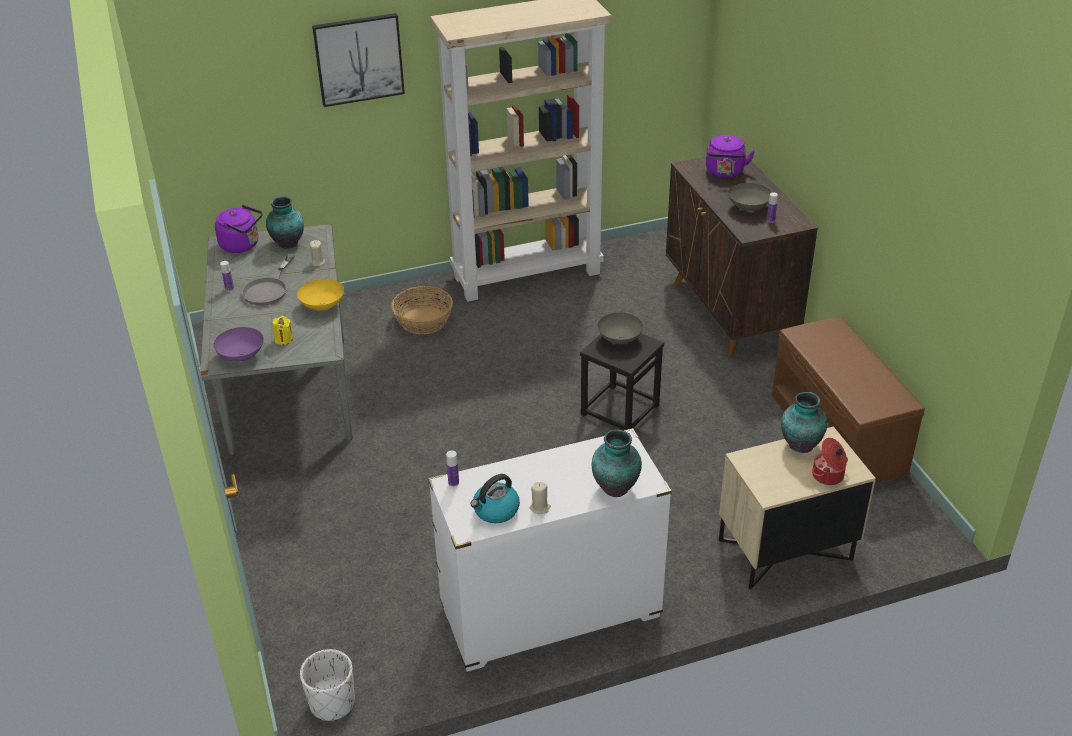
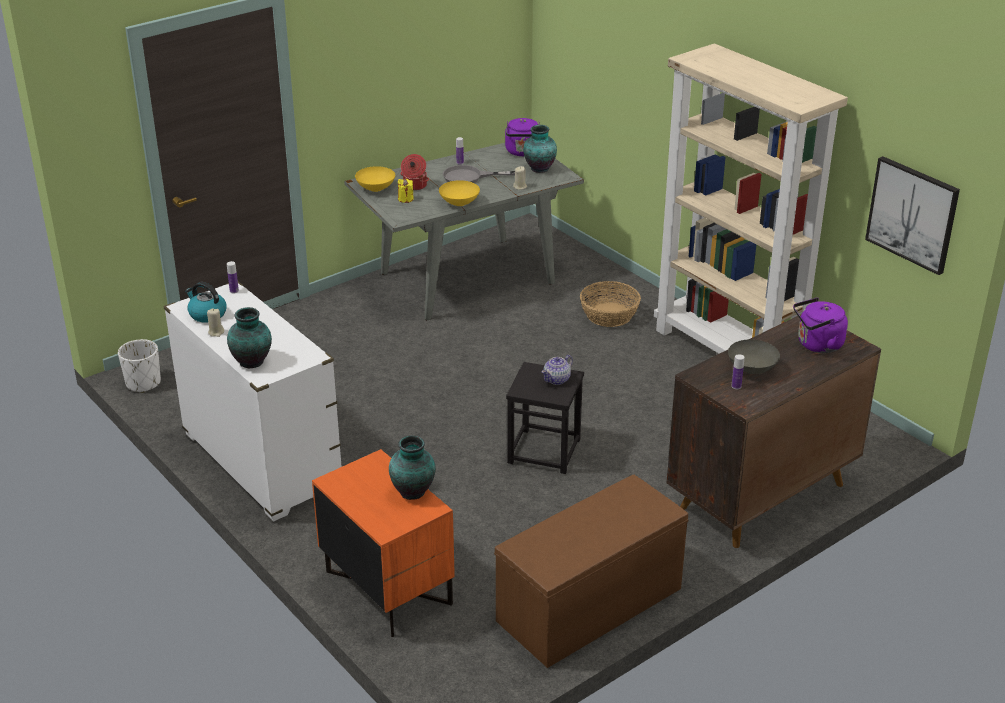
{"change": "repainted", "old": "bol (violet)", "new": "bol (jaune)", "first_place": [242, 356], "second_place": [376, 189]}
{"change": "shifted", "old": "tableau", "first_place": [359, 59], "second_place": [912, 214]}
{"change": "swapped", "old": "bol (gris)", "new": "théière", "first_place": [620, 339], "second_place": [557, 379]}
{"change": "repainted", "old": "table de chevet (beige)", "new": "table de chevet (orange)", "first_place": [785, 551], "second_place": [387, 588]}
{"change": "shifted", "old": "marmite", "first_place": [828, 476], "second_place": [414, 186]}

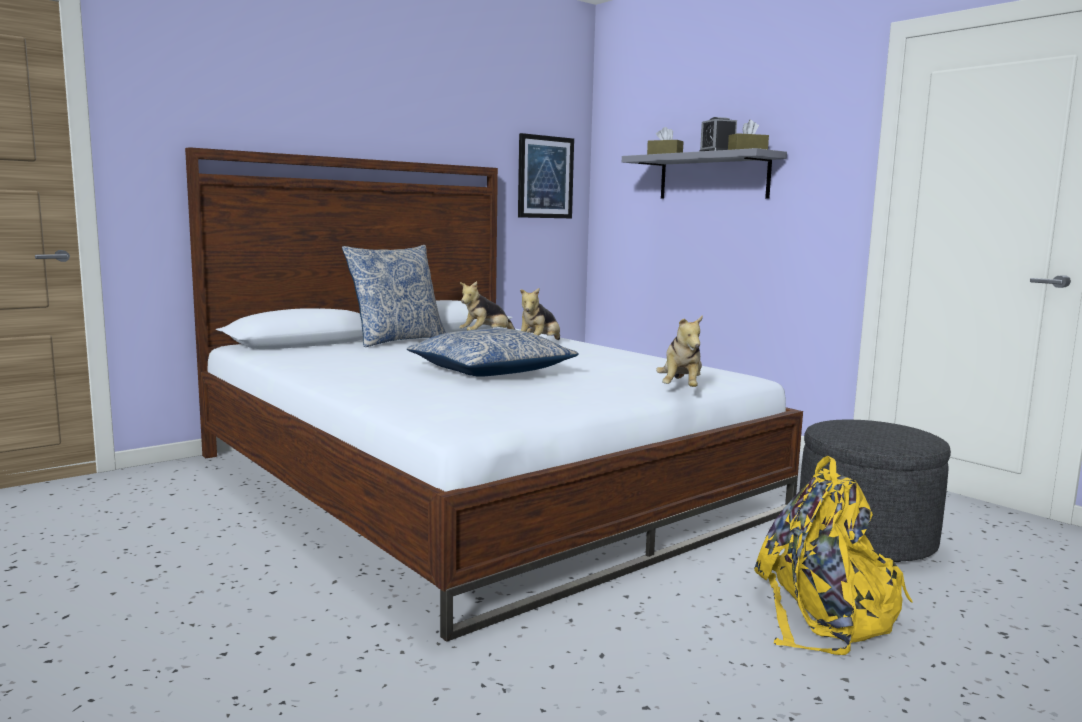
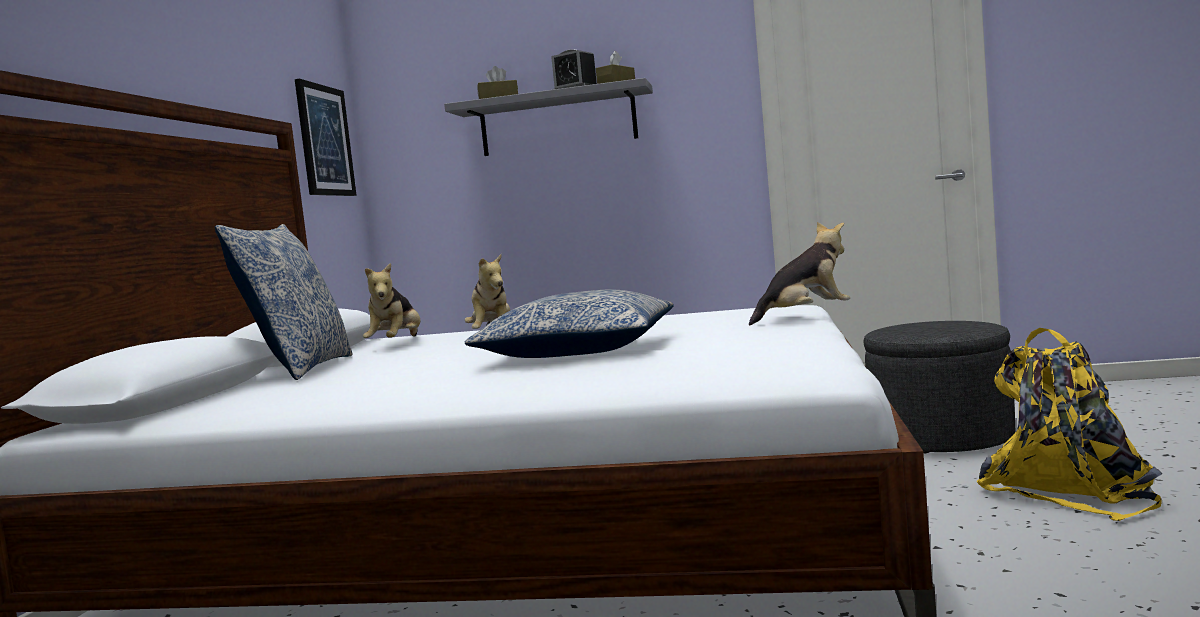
{"change": "rotated", "old": "peluche", "first_place": [681, 389], "second_place": [805, 317], "degrees": -75}

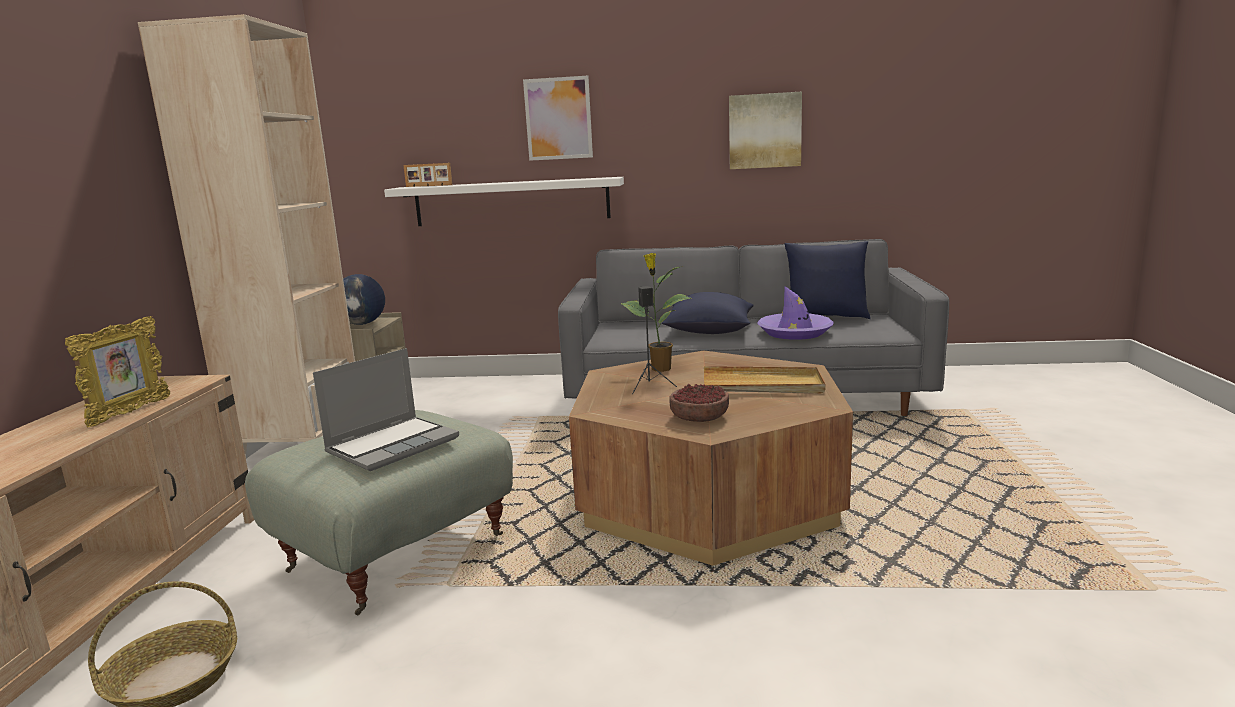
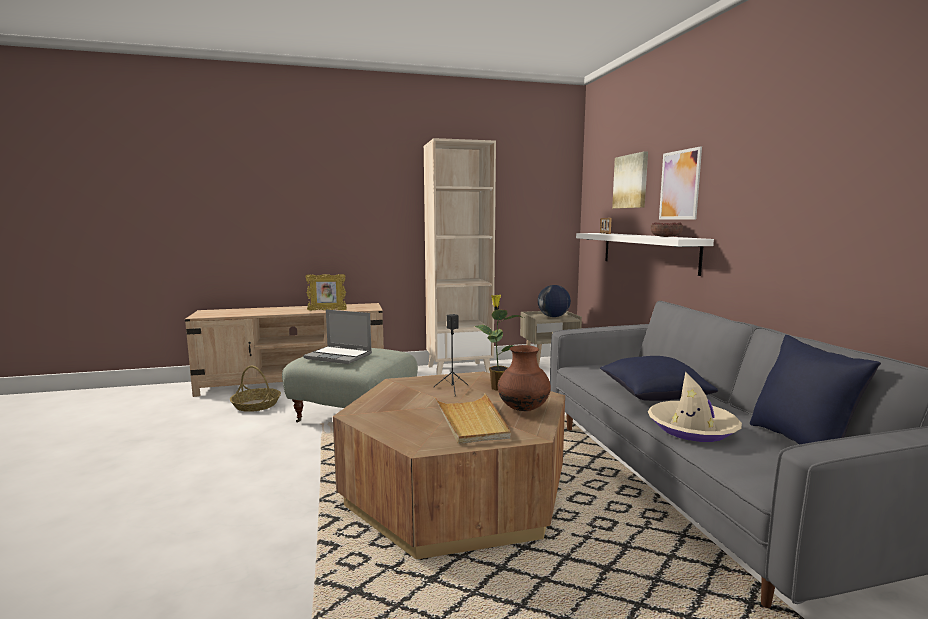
{"change": "shifted", "old": "bol", "first_place": [700, 417], "second_place": [666, 237]}
{"change": "shifted", "old": "tableau", "first_place": [764, 131], "second_place": [631, 181]}
{"change": "repainted", "old": "chapeau (violet)", "new": "chapeau (beige)", "first_place": [794, 332], "second_place": [692, 428]}
{"change": "new", "new": "vase (marron)", "second_place": [523, 409]}

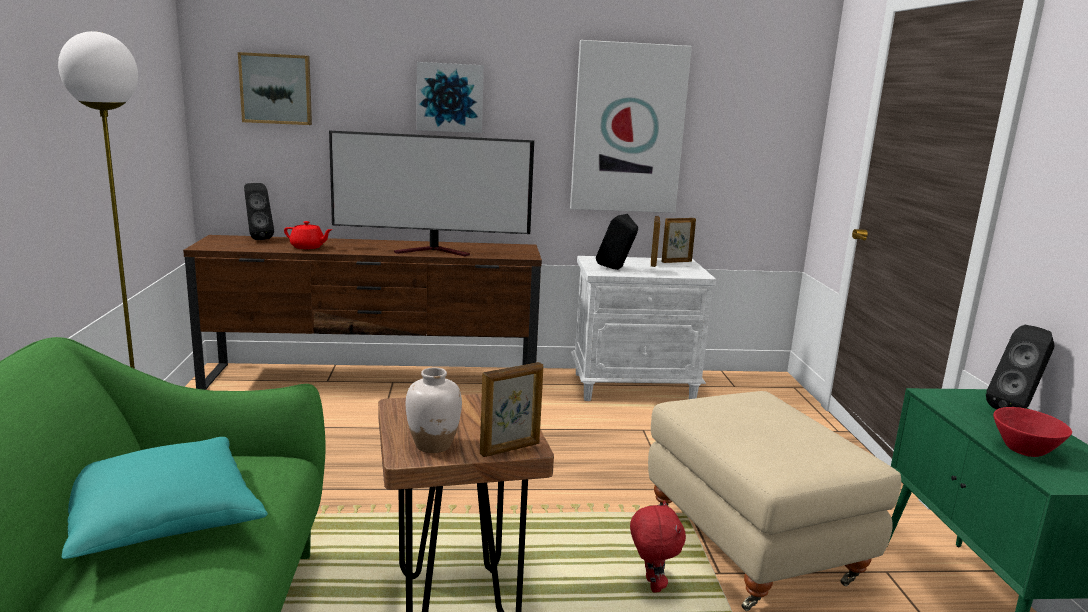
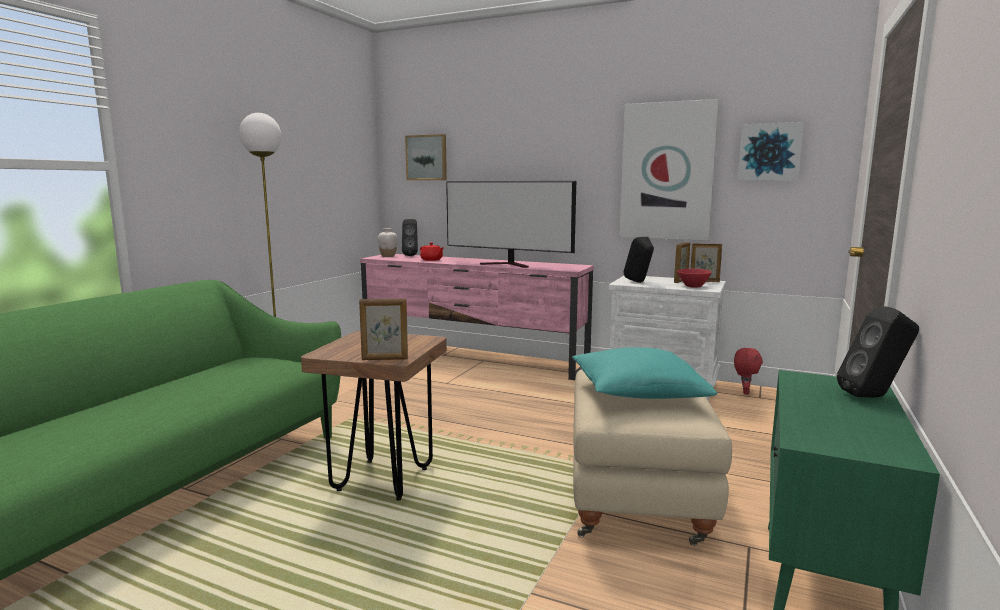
{"change": "shifted", "old": "coussin (turquoise)", "first_place": [160, 519], "second_place": [637, 392]}
{"change": "repainted", "old": "meuble télé (marron)", "new": "meuble télé (rose)", "first_place": [374, 380], "second_place": [473, 358]}
{"change": "shifted", "old": "vase (blanc)", "first_place": [433, 445], "second_place": [388, 256]}
{"change": "shifted", "old": "tableau", "first_place": [450, 97], "second_place": [769, 152]}
{"change": "shifted", "old": "peluche (rouge)", "first_place": [651, 585], "second_place": [744, 392]}
{"change": "shifted", "old": "bol (rouge)", "first_place": [1022, 450], "second_place": [692, 286]}

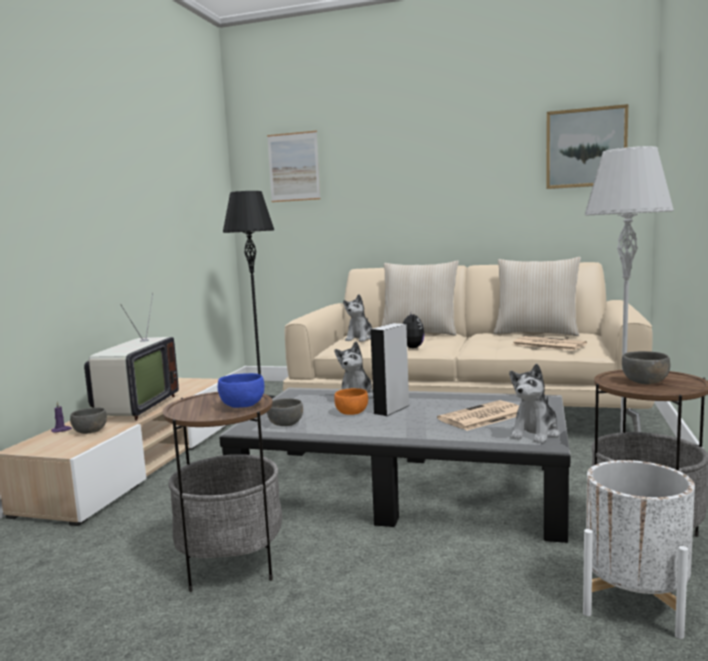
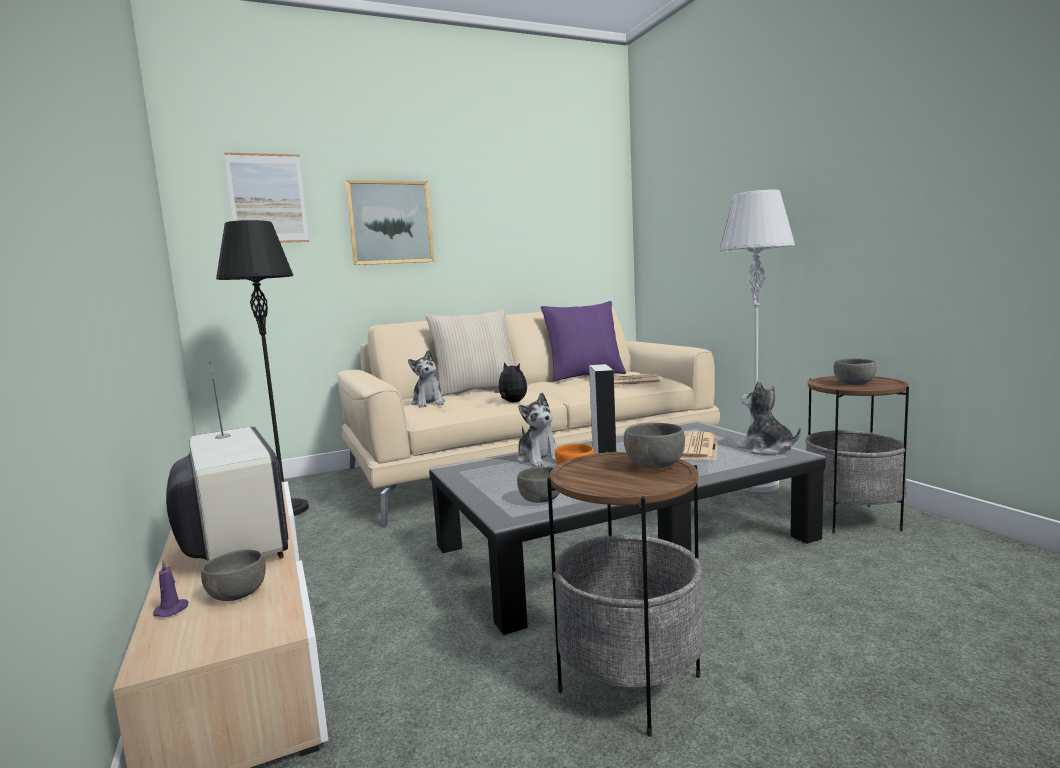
{"change": "repainted", "old": "bol (bleu)", "new": "bol (gris)", "first_place": [242, 405], "second_place": [654, 464]}
{"change": "repainted", "old": "coussin (beige)", "new": "coussin (violet)", "first_place": [536, 333], "second_place": [585, 376]}
{"change": "rotated", "old": "peluche", "first_place": [535, 433], "second_place": [766, 449], "degrees": 150}
{"change": "shifted", "old": "tableau", "first_place": [585, 148], "second_place": [390, 222]}
{"change": "gone", "old": "cache-pot (blanc)", "first_place": [635, 601]}

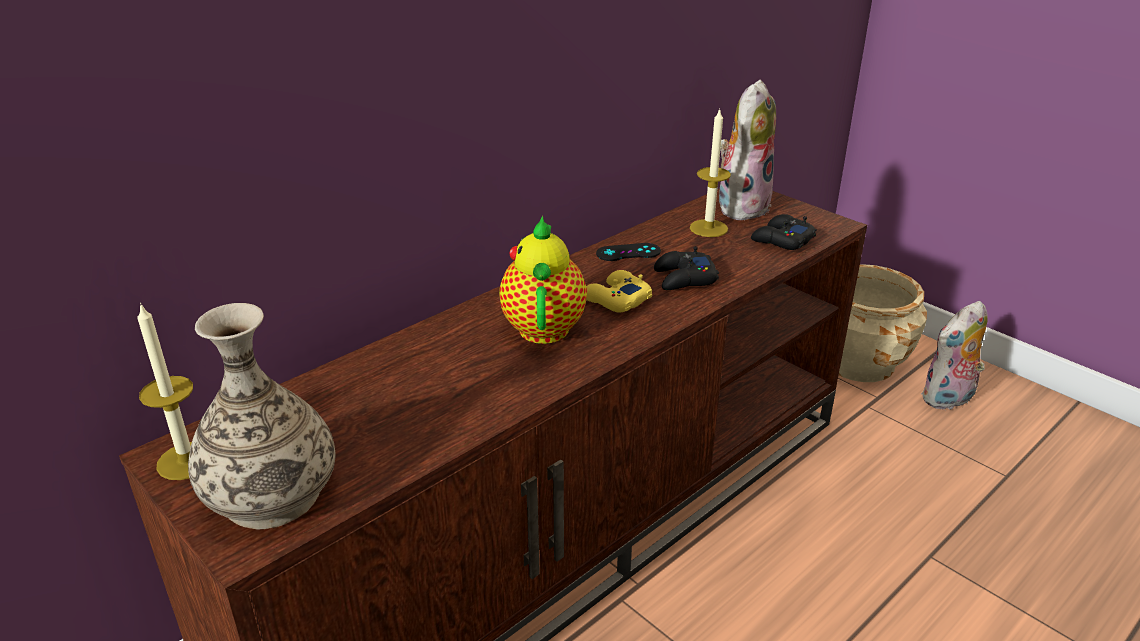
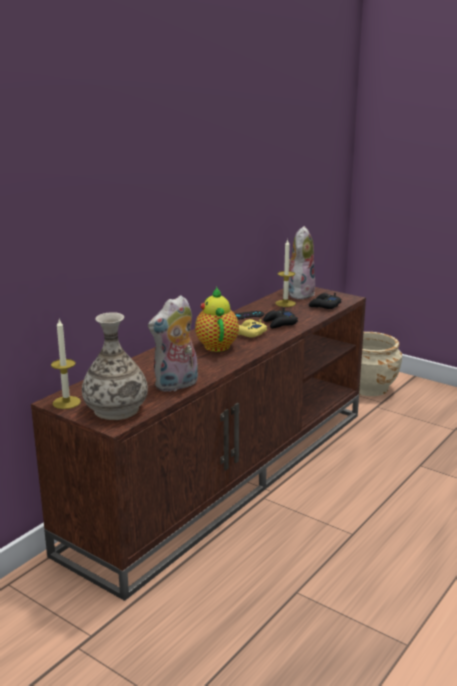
{"change": "shifted", "old": "peluche", "first_place": [948, 400], "second_place": [176, 385]}

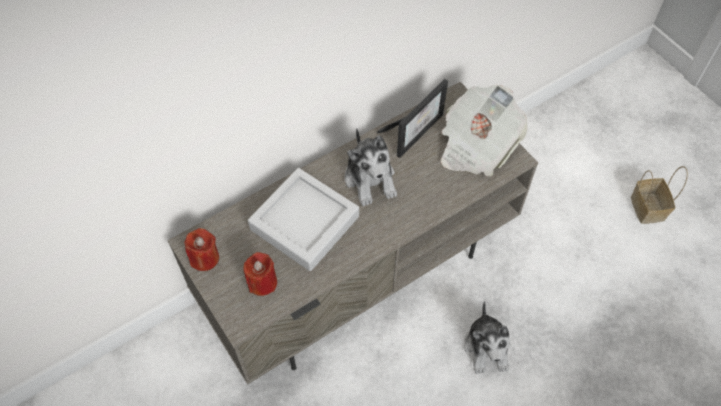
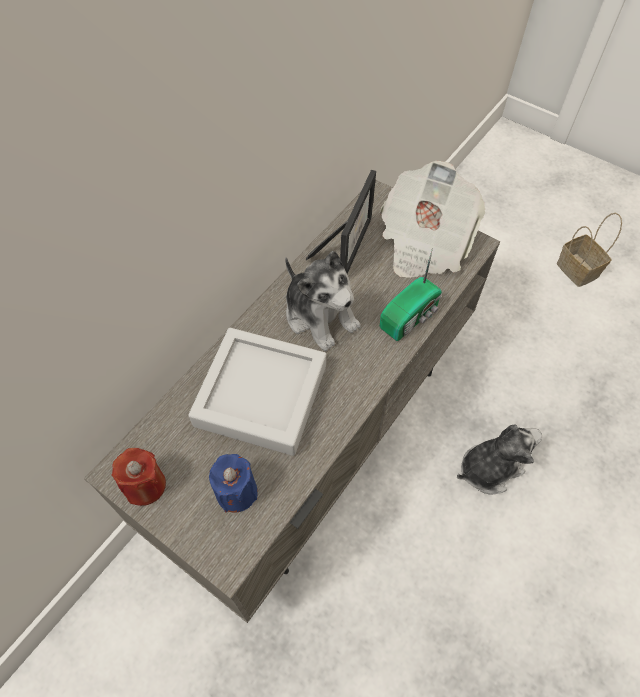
{"change": "repainted", "old": "bougie (rouge)", "new": "bougie (bleu)", "first_place": [262, 282], "second_place": [236, 492]}
{"change": "rotated", "old": "peluche", "first_place": [487, 347], "second_place": [489, 468], "degrees": -90}
{"change": "new", "new": "radio", "second_place": [411, 316]}

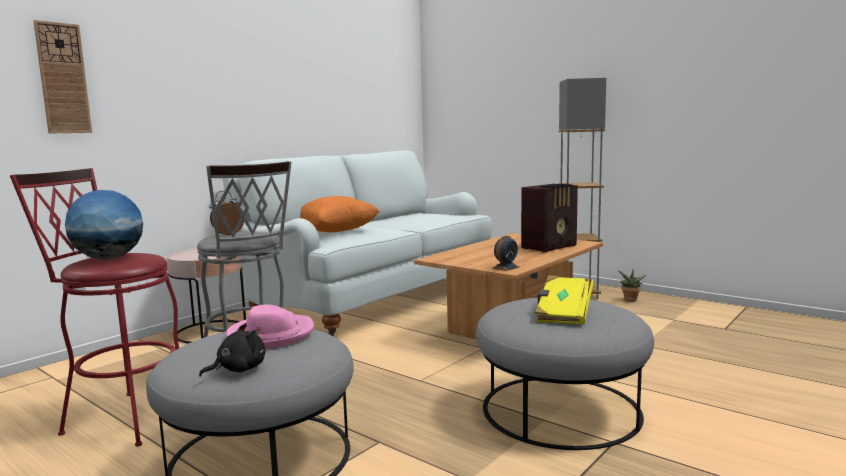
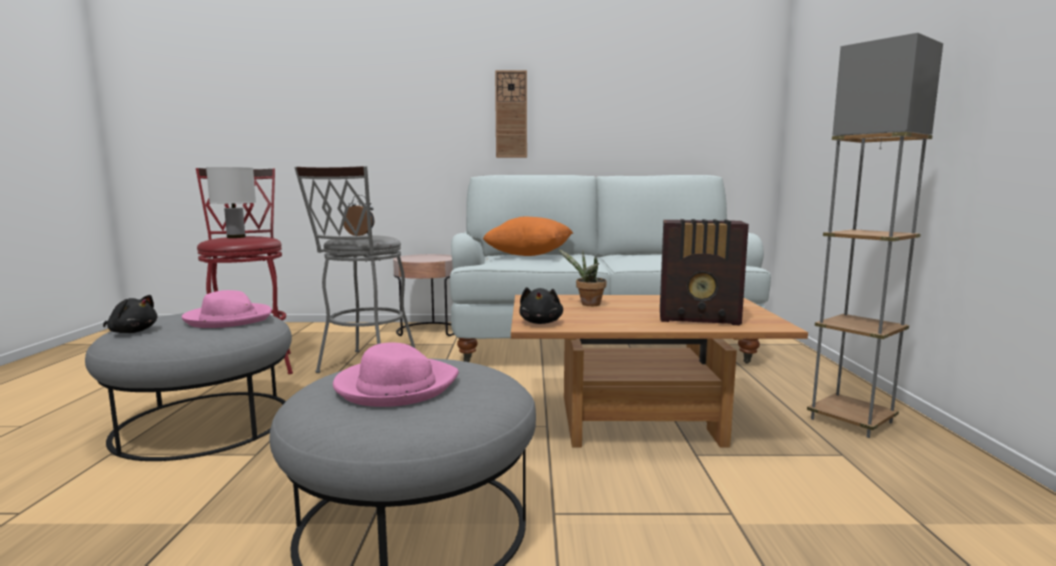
{"change": "shifted", "old": "horloge murale", "first_place": [63, 78], "second_place": [511, 114]}
{"change": "swapped", "old": "globe", "new": "lampe de table (blanc)", "first_place": [108, 258], "second_place": [236, 237]}
{"change": "swapped", "old": "réveil", "new": "peluche (noir)", "first_place": [505, 267], "second_place": [541, 322]}
{"change": "swapped", "old": "livre (jaune)", "new": "chapeau (rose)", "first_place": [563, 314], "second_place": [395, 386]}
{"change": "shifted", "old": "plante en pot", "first_place": [630, 300], "second_place": [587, 304]}

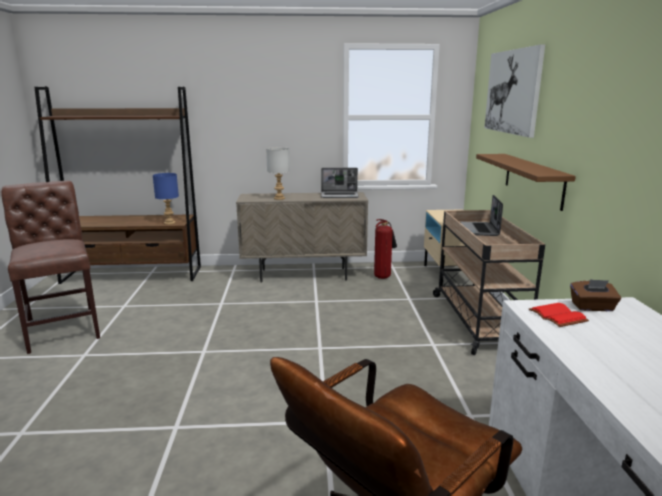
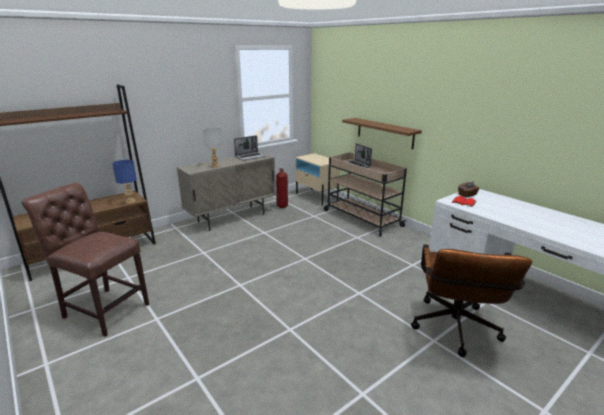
{"change": "gone", "old": "tableau", "first_place": [512, 92]}

